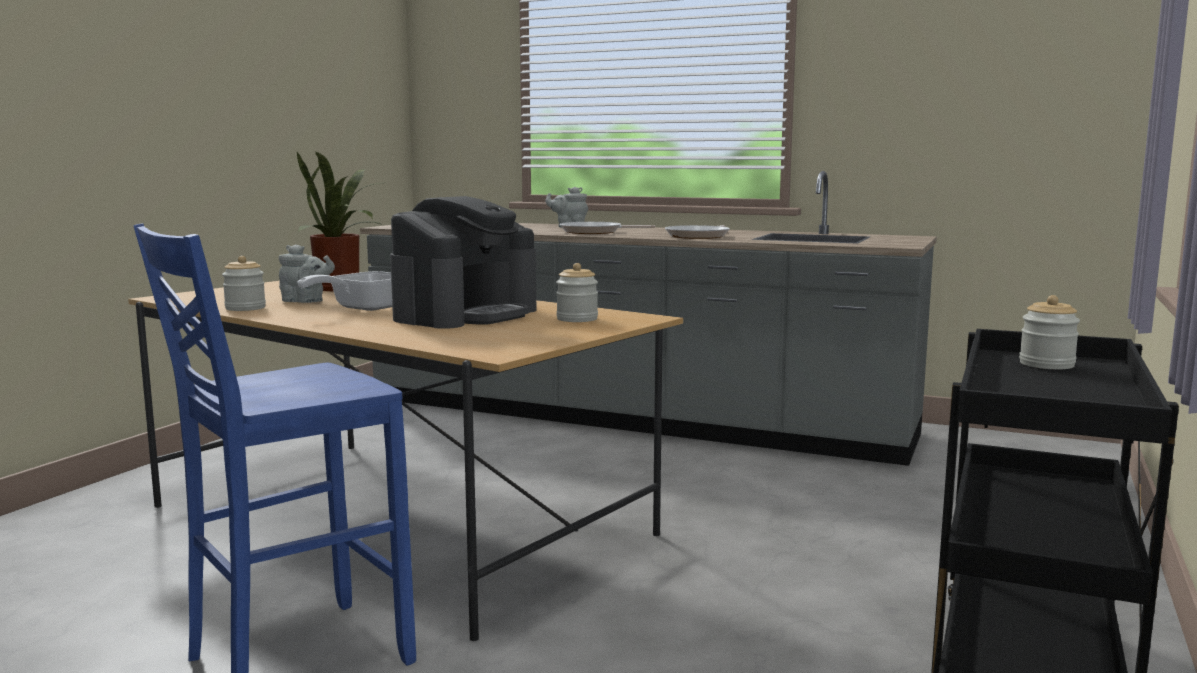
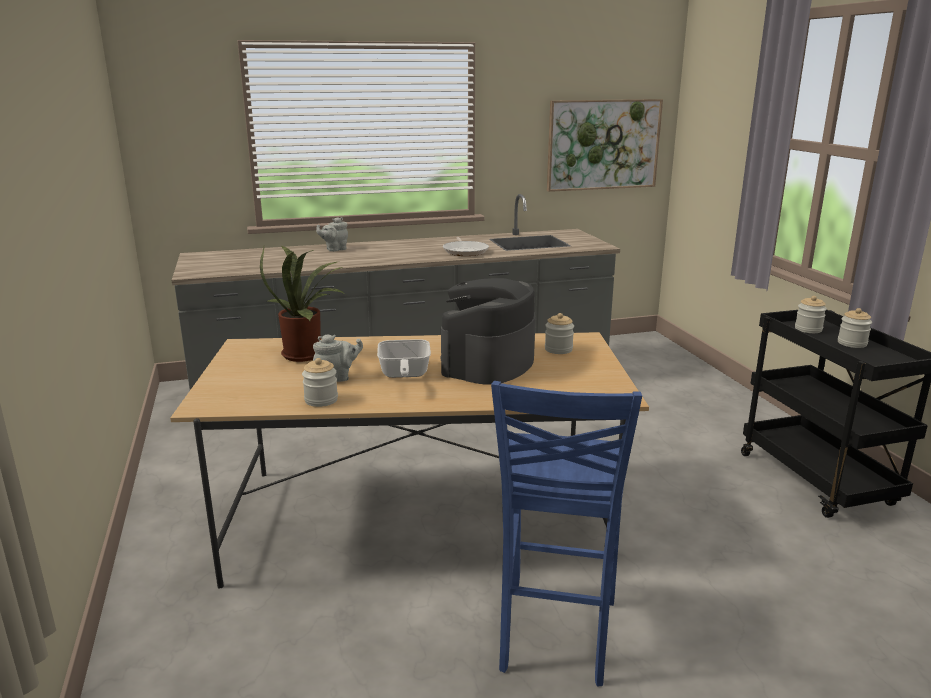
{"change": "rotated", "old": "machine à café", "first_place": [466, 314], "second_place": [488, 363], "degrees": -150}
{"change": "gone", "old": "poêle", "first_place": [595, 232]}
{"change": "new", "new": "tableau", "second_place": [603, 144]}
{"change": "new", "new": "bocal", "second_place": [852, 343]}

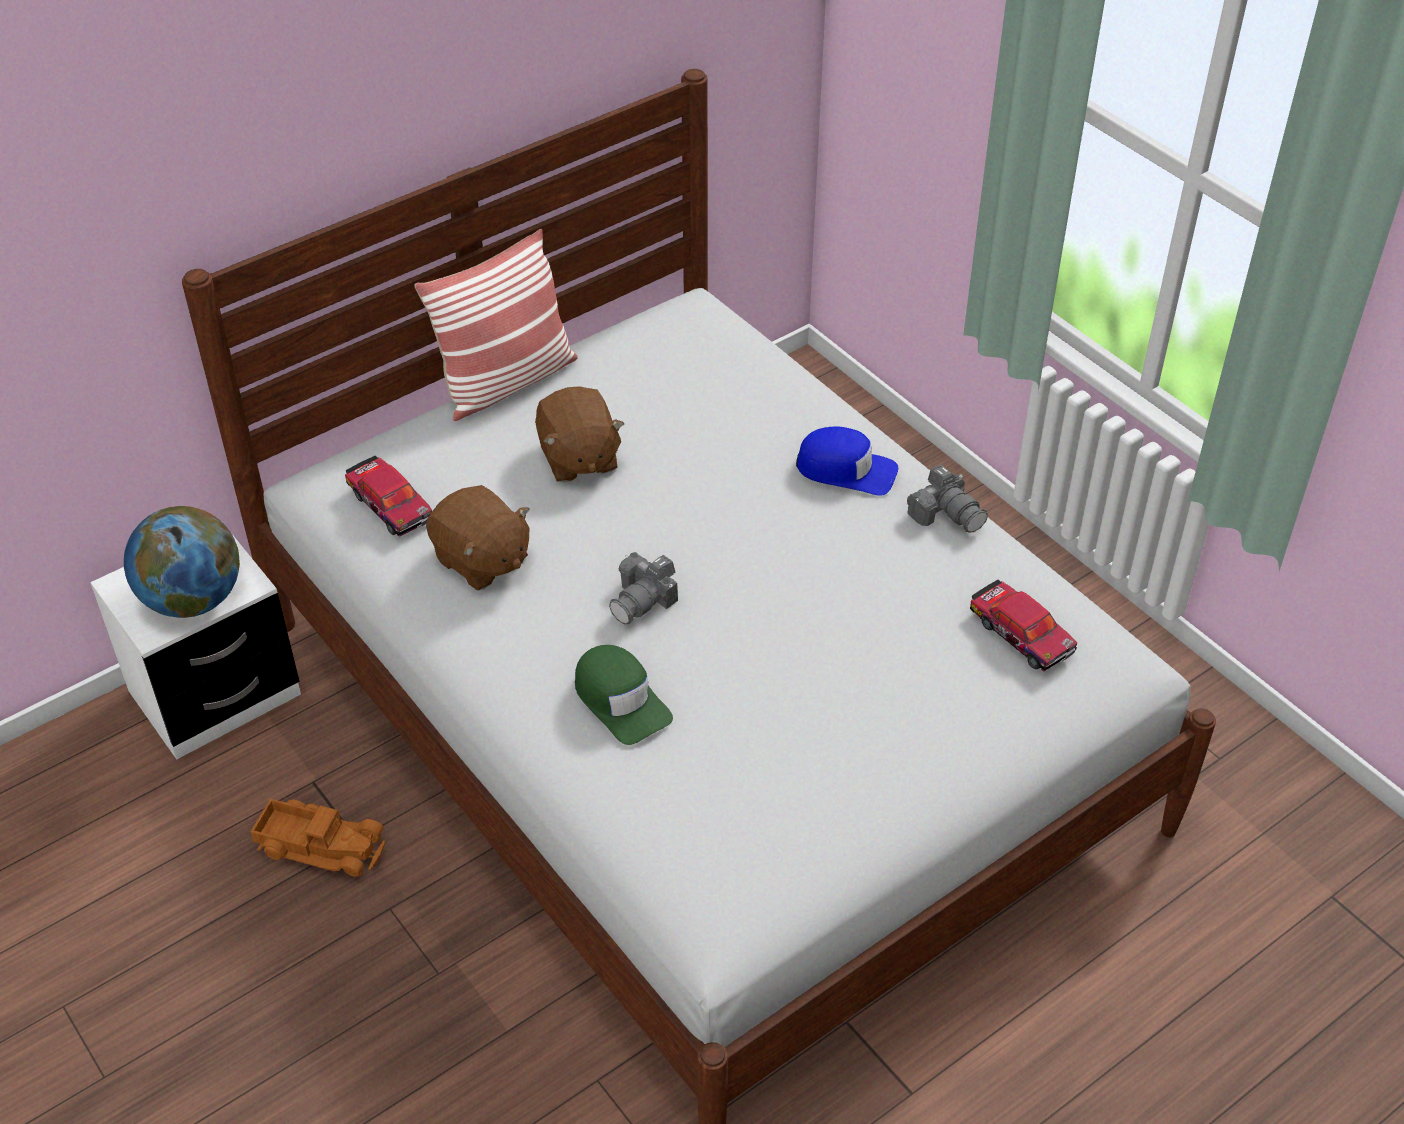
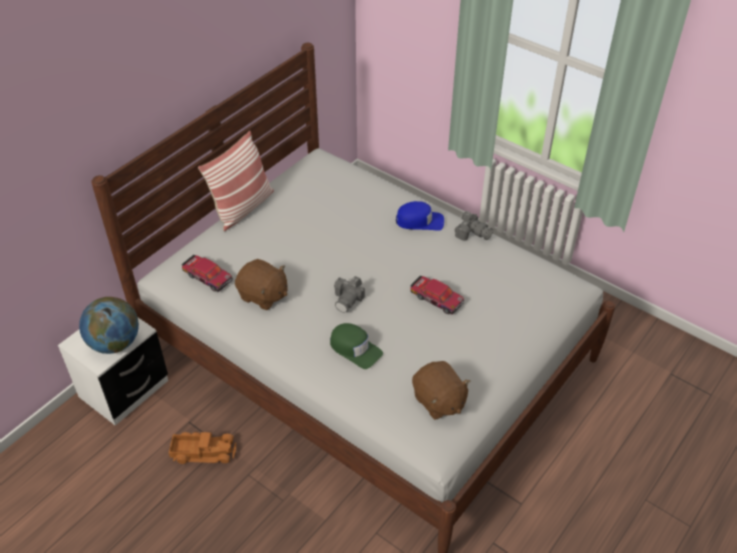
{"change": "shifted", "old": "peluche (marron)", "first_place": [578, 458], "second_place": [438, 401]}
{"change": "shifted", "old": "petite voiture", "first_place": [1021, 633], "second_place": [436, 298]}

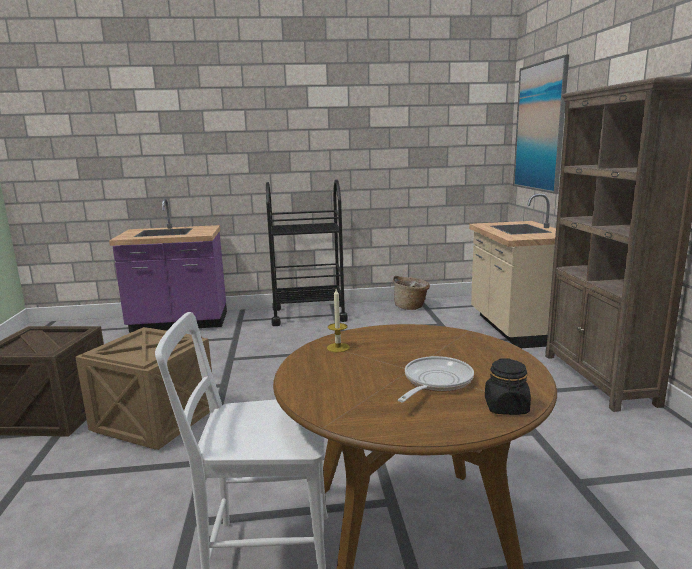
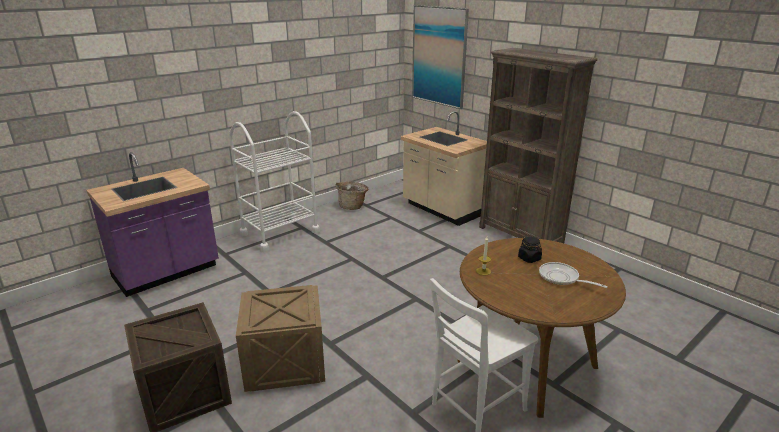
{"change": "repainted", "old": "chariot (noir)", "new": "chariot (blanc)", "first_place": [308, 315], "second_place": [280, 233]}
{"change": "rotated", "old": "poêle", "first_place": [435, 382], "second_place": [562, 278], "degrees": -45}
{"change": "shifted", "old": "bocal (noir)", "first_place": [506, 407], "second_place": [529, 258]}

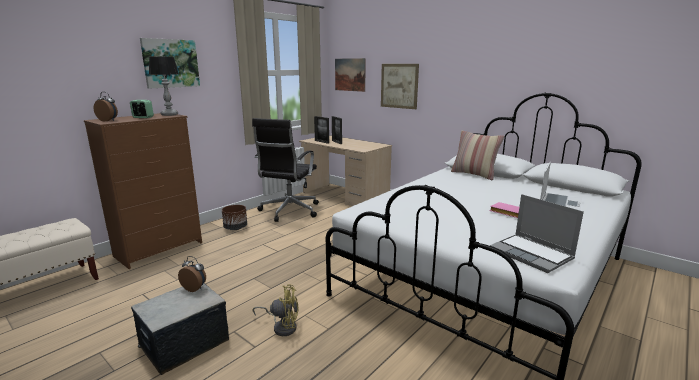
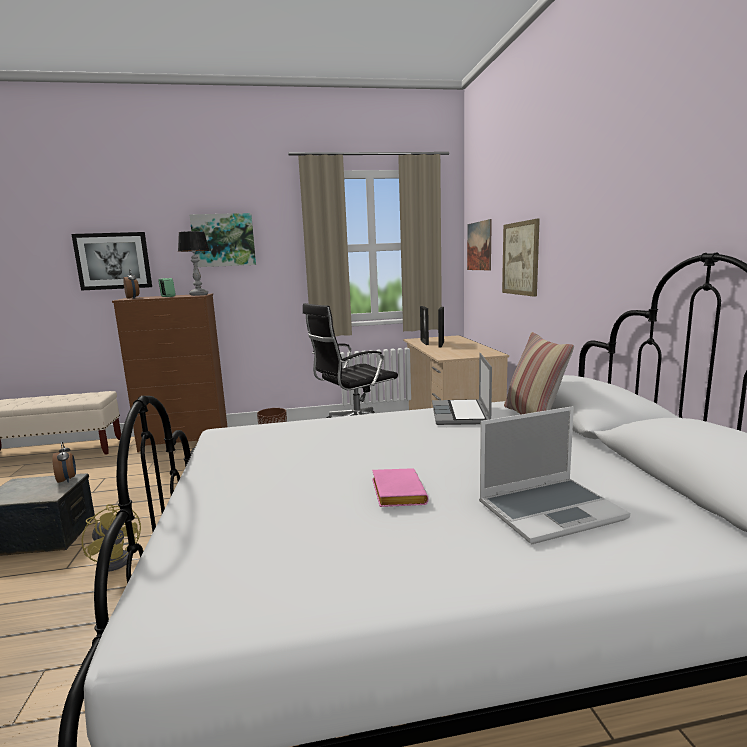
{"change": "shifted", "old": "ordinateur portable", "first_place": [532, 254], "second_place": [461, 414]}
{"change": "new", "new": "tableau", "second_place": [113, 261]}

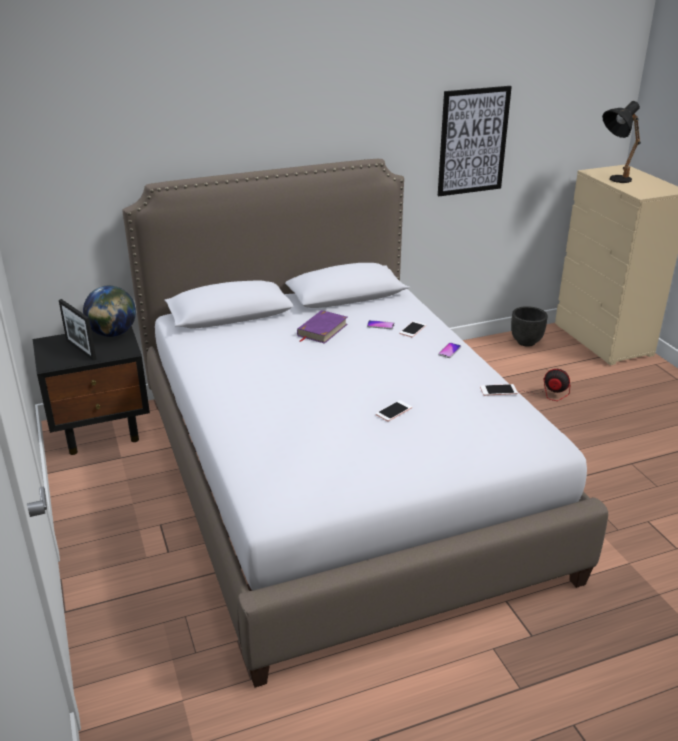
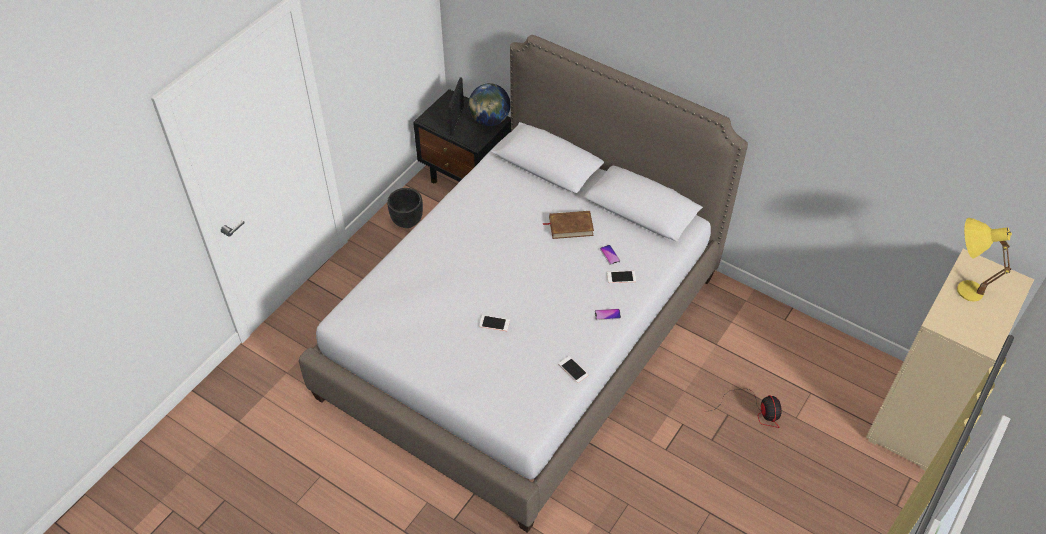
{"change": "repainted", "old": "livre (violet)", "new": "livre (marron)", "first_place": [322, 330], "second_place": [570, 226]}
{"change": "gone", "old": "tableau", "first_place": [473, 141]}
{"change": "shifted", "old": "cache-pot (noir)", "first_place": [525, 342], "second_place": [407, 221]}
{"change": "repainted", "old": "lampe de table (noir)", "new": "lampe de table (jaune)", "first_place": [613, 180], "second_place": [960, 287]}

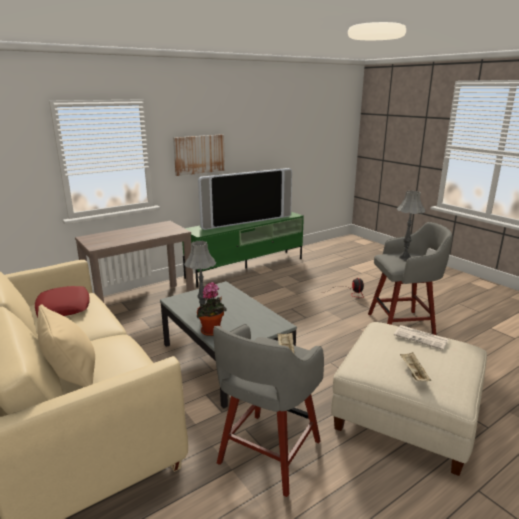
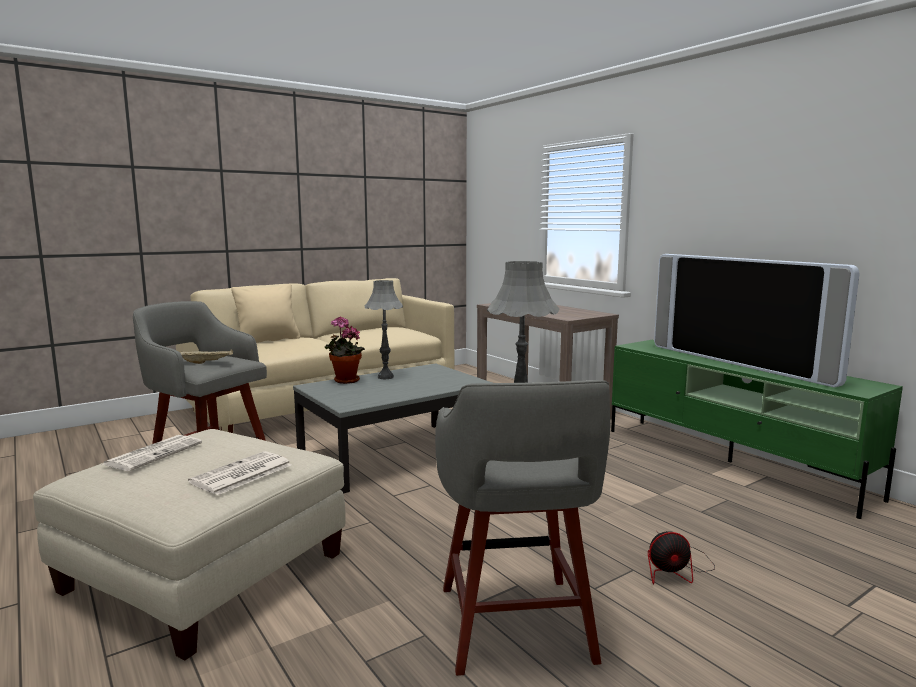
{"change": "gone", "old": "coussin (rouge)", "first_place": [63, 307]}
{"change": "gone", "old": "tableau", "first_place": [199, 154]}
{"change": "swapped", "old": "plateau (beige)", "new": "journal", "first_place": [413, 373], "second_place": [154, 453]}

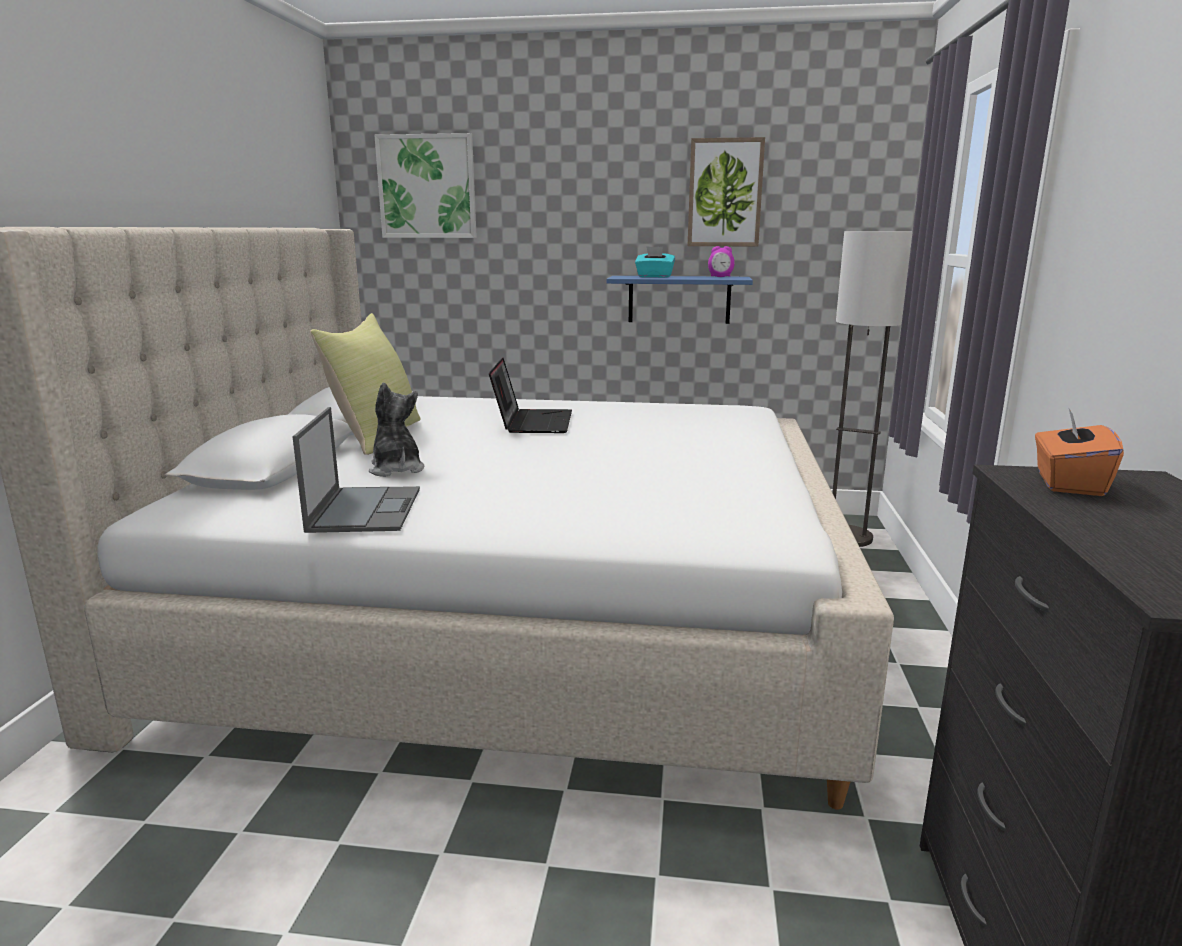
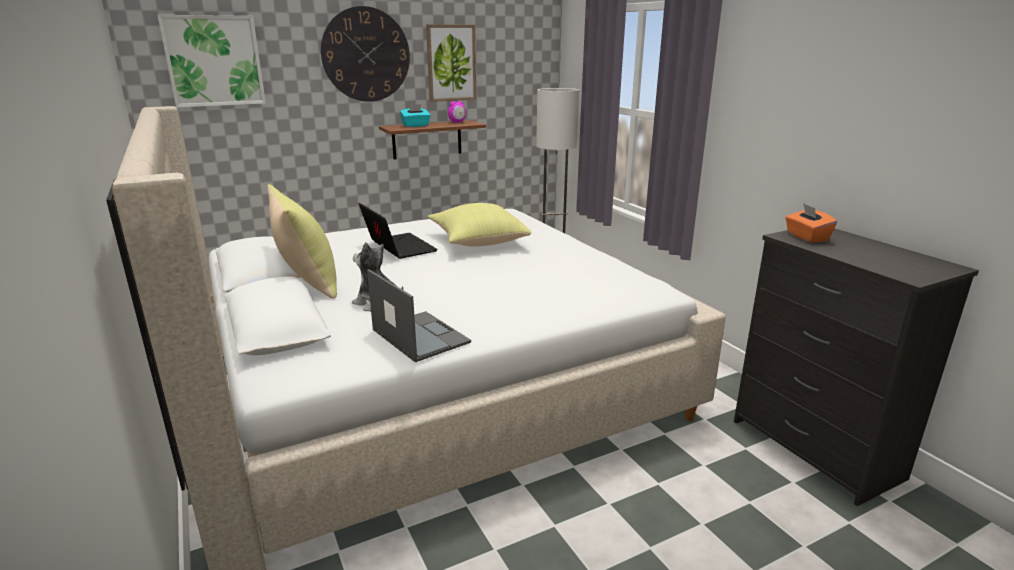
{"change": "repainted", "old": "étagère (bleu)", "new": "étagère (marron)", "first_place": [679, 299], "second_place": [427, 139]}
{"change": "new", "new": "horloge murale", "second_place": [366, 55]}
{"change": "new", "new": "coussin (jaune)", "second_place": [477, 242]}

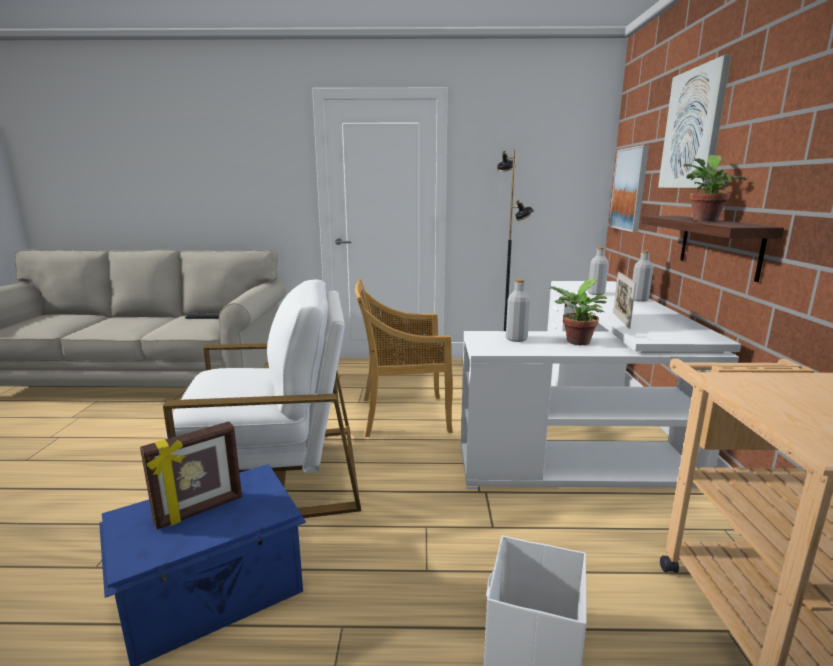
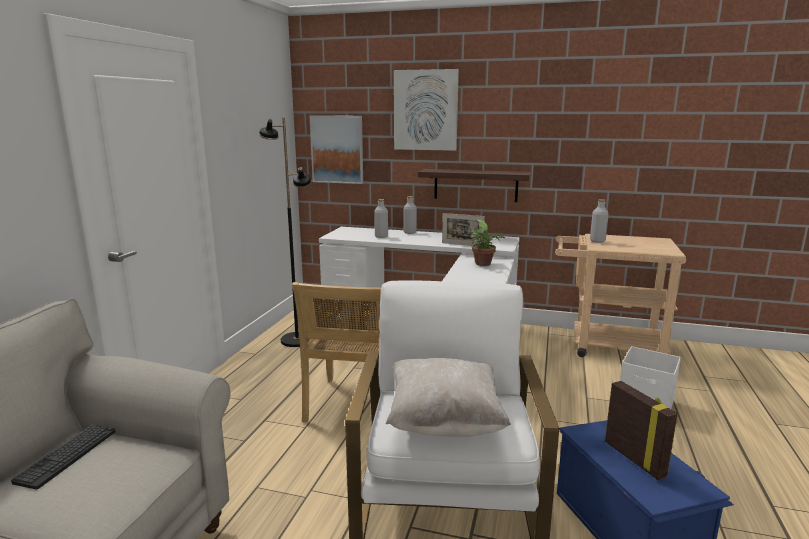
{"change": "shifted", "old": "bouteille (gris)", "first_place": [516, 339], "second_place": [597, 241]}
{"change": "gone", "old": "plante en pot", "first_place": [705, 220]}
{"change": "new", "new": "coussin (beige)", "second_place": [444, 421]}

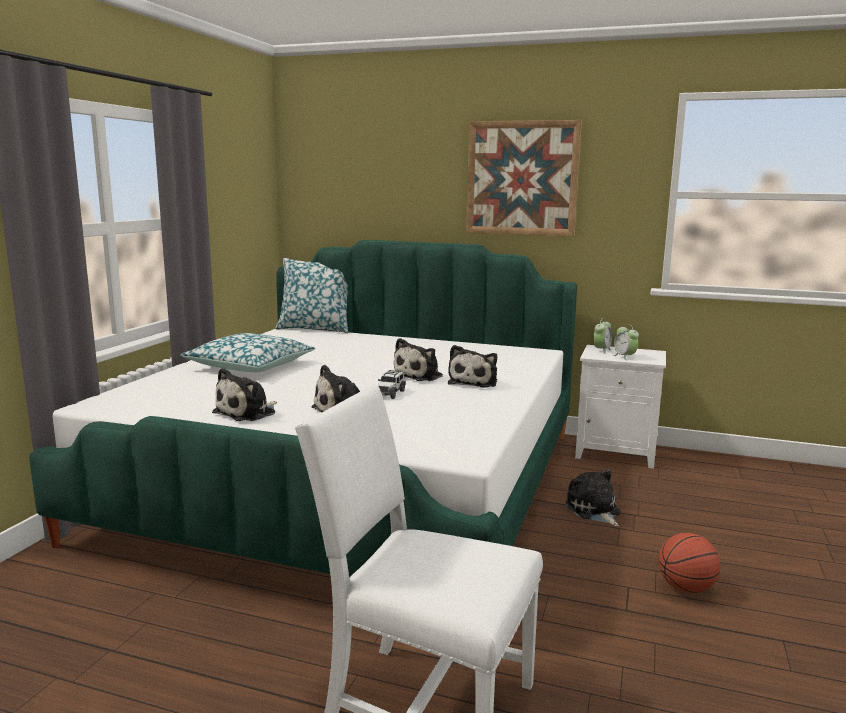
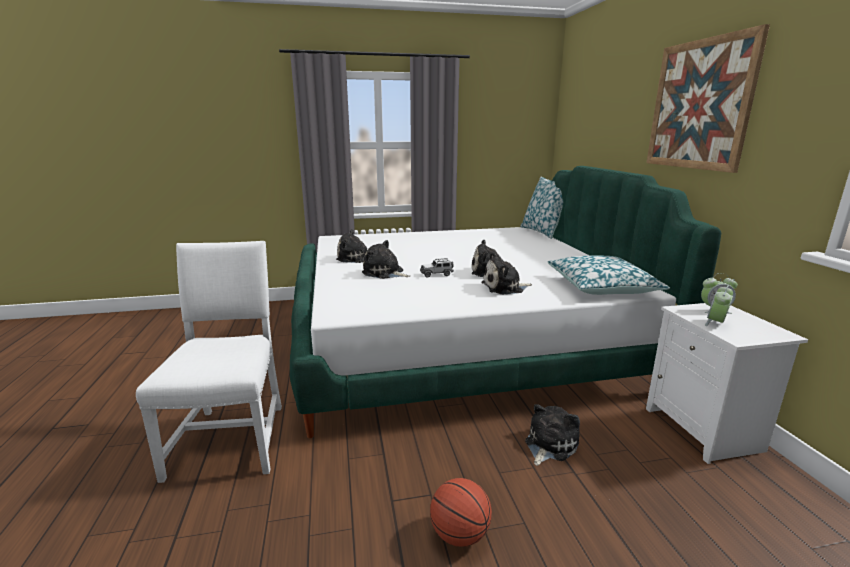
{"change": "shifted", "old": "coussin", "first_place": [250, 366], "second_place": [601, 287]}

